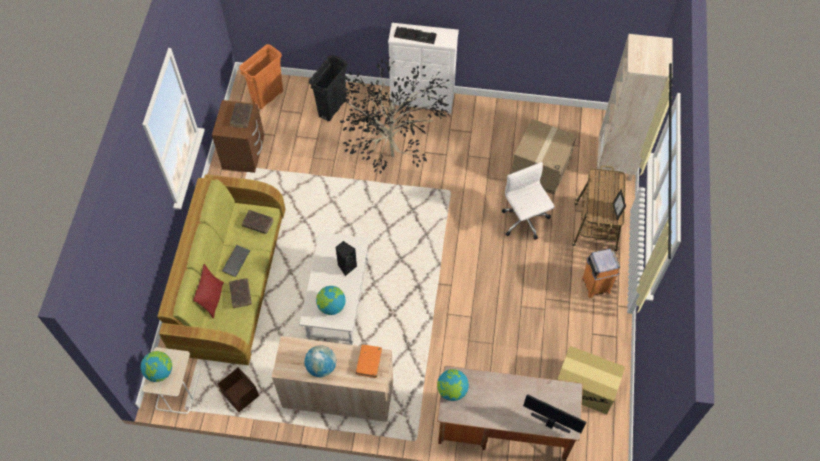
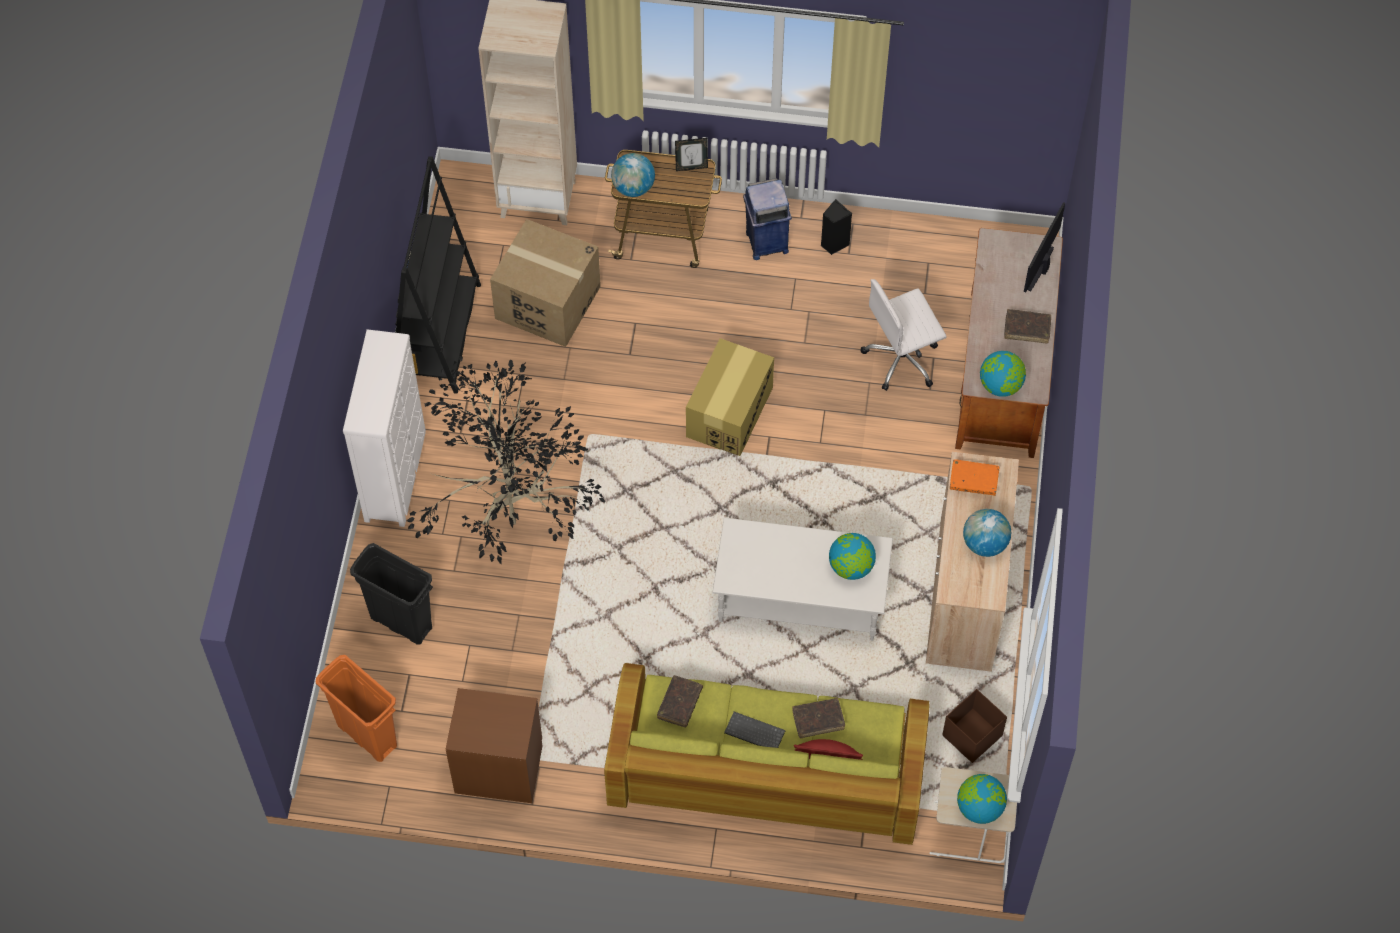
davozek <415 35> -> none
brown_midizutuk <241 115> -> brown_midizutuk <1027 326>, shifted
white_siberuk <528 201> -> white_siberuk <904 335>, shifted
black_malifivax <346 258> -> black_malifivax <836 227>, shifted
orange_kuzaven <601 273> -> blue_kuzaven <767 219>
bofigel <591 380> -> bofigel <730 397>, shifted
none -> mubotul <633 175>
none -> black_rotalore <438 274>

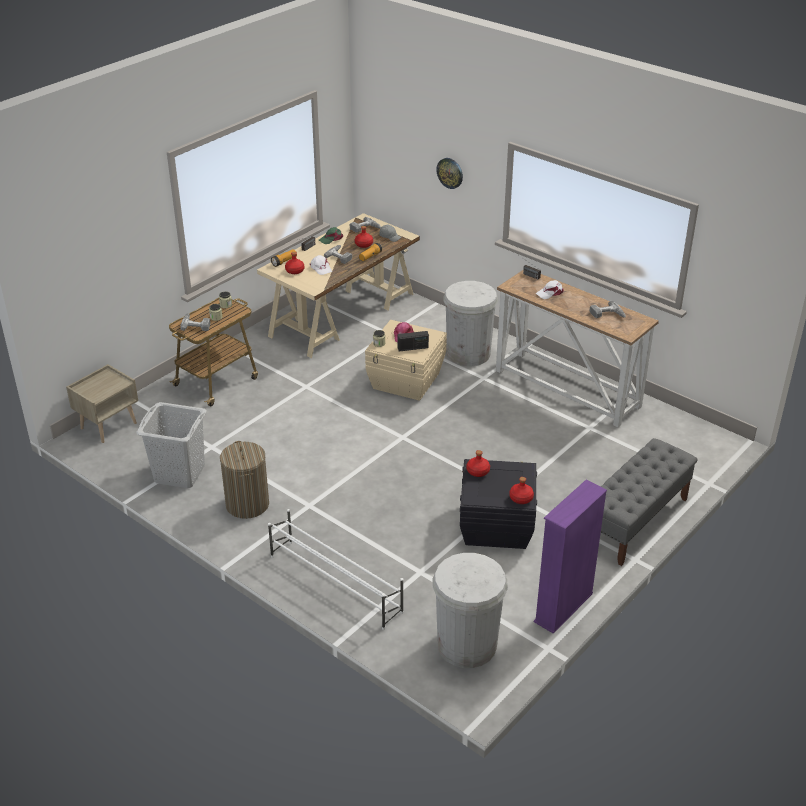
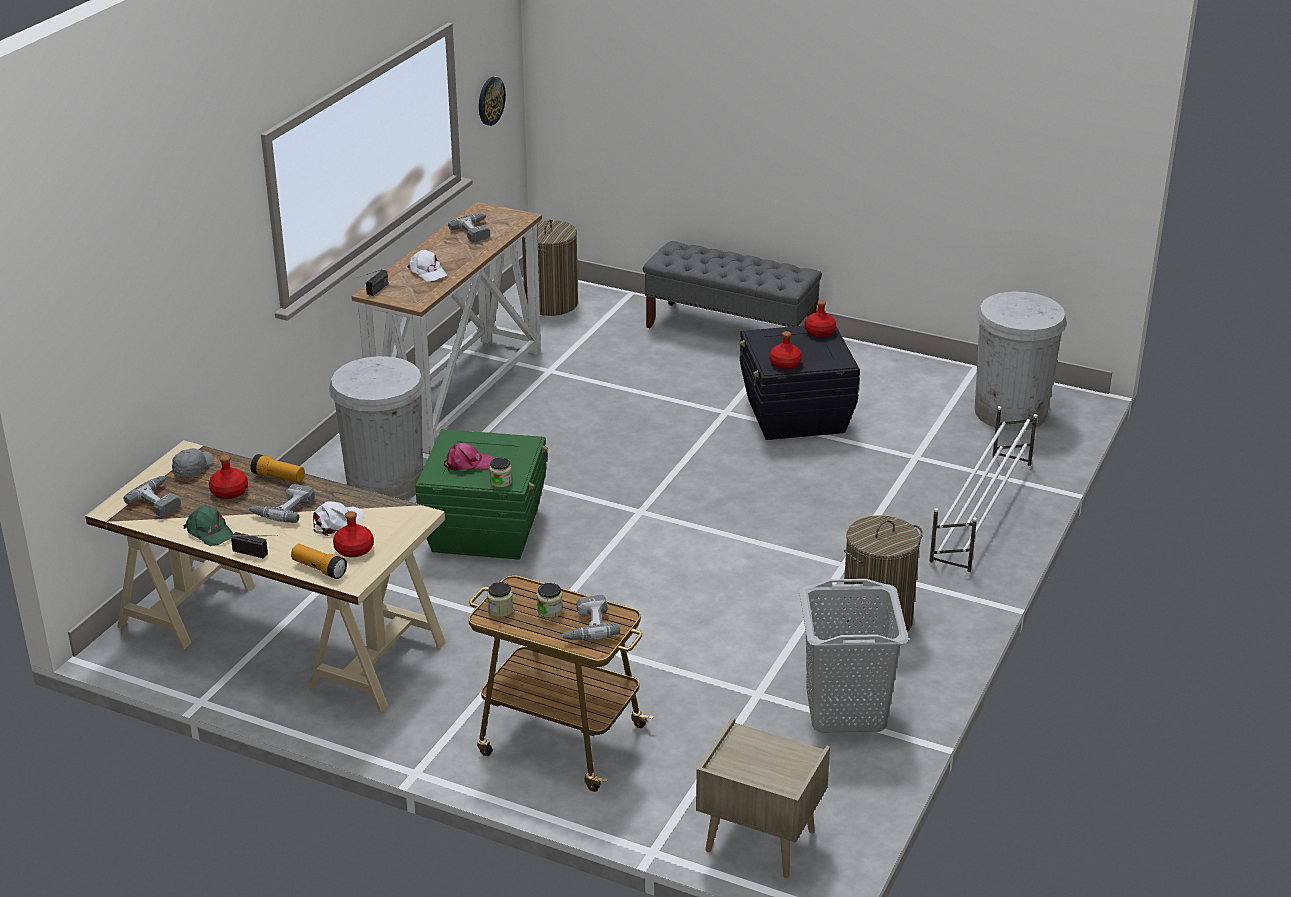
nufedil <449 173> -> nufedil <492 101>, shifted
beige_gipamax <406 360> -> green_gipamax <481 494>
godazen <413 341> -> none
purple_rotalore <570 557> -> none
none -> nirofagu <550 267>

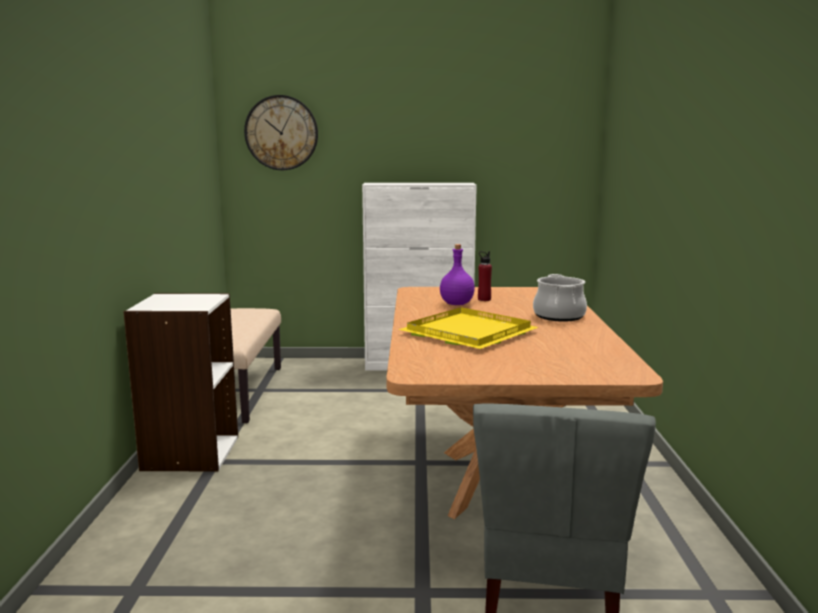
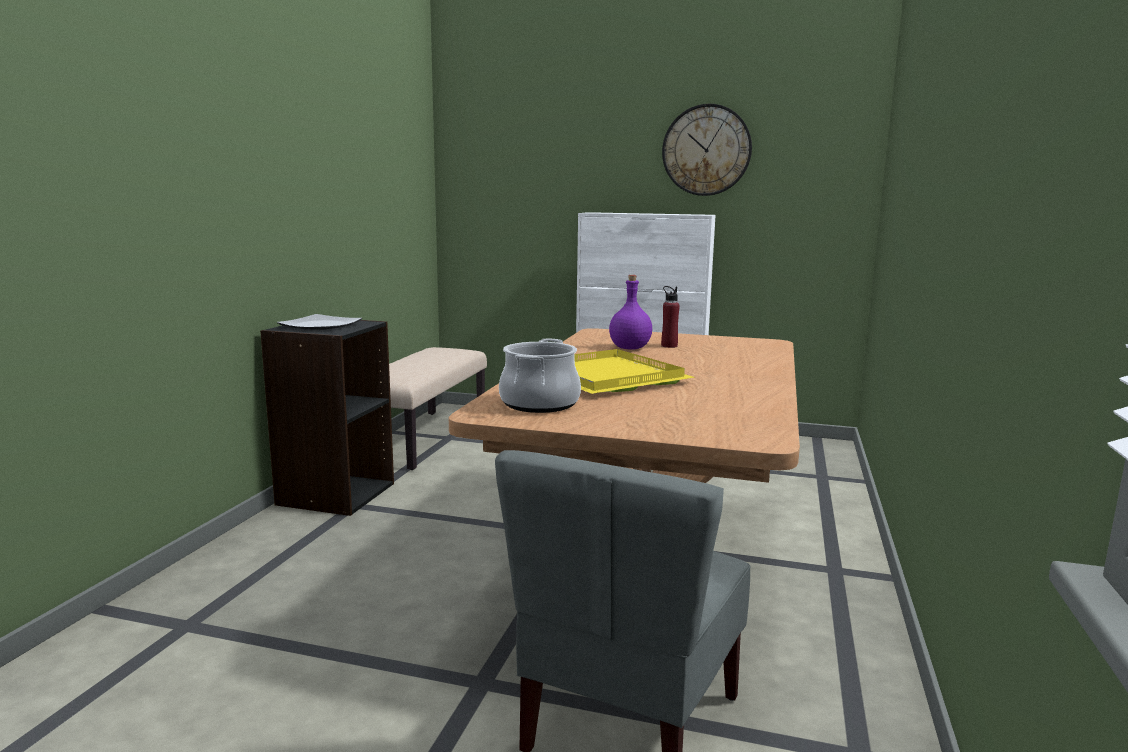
nufedil <281 132> -> nufedil <707 150>, shifted
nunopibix <560 298> -> nunopibix <540 376>, shifted
white_rotalore <181 382> -> black_rotalore <327 418>
none -> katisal <319 322>

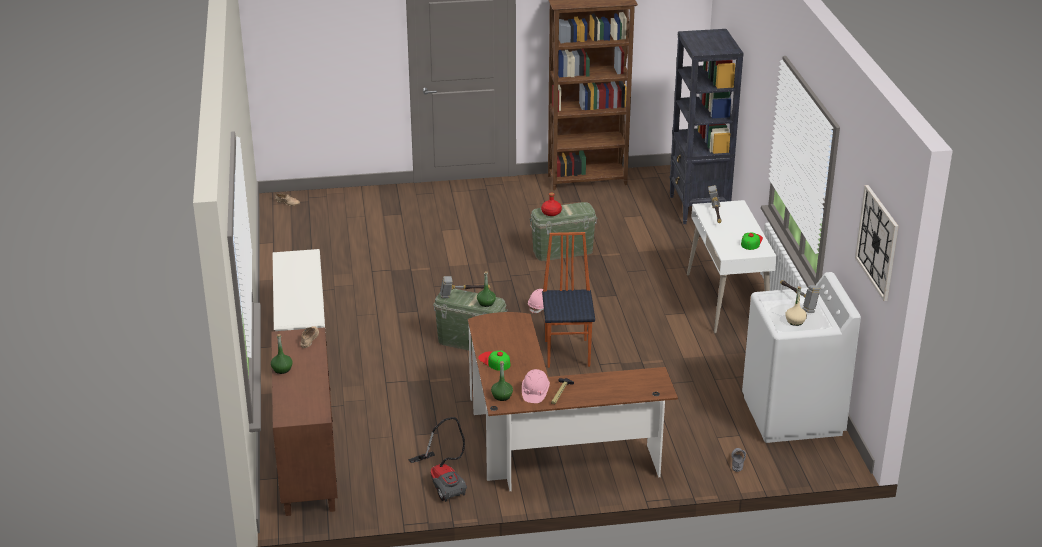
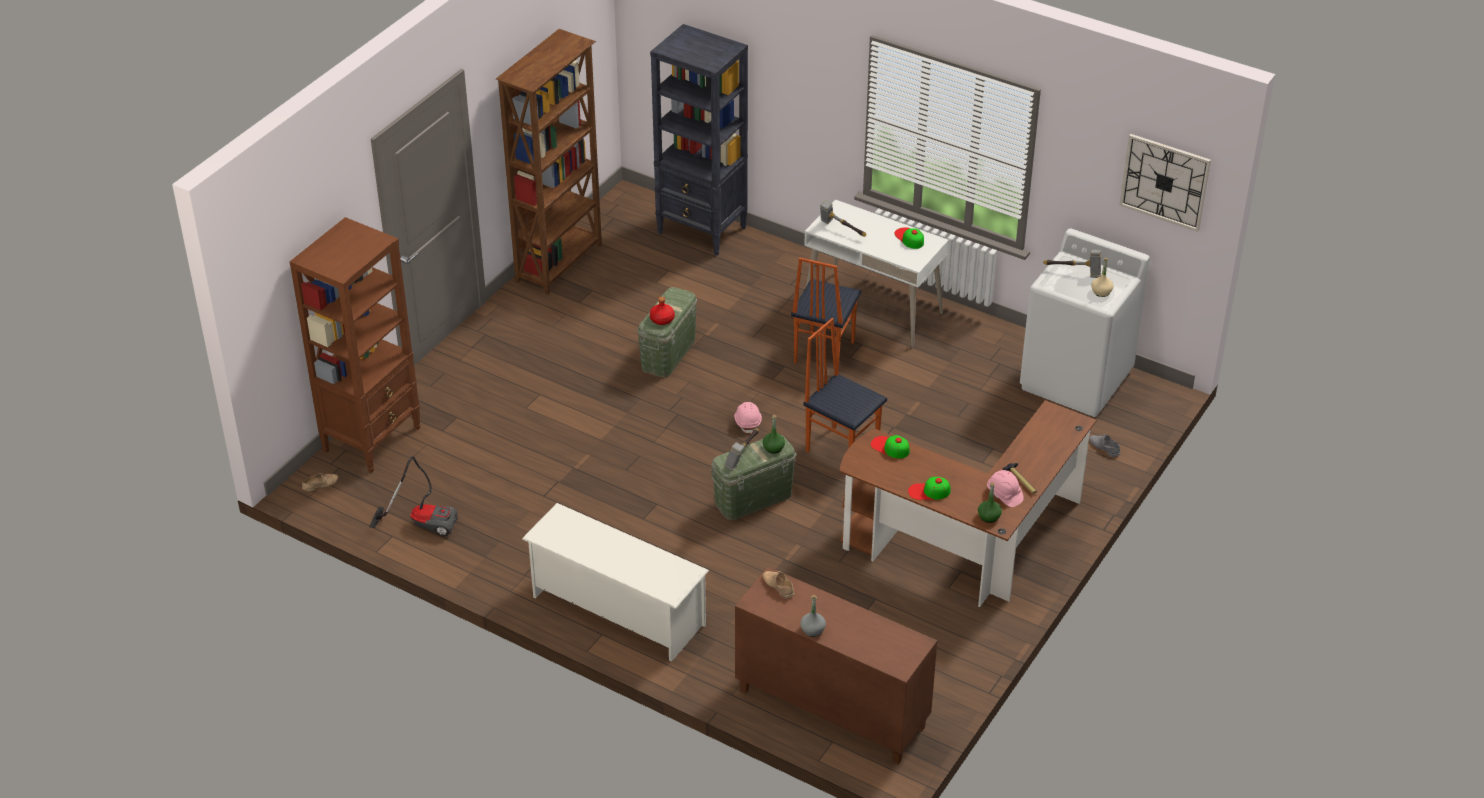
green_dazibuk <282 354> -> grey_dazibuk <813 616>
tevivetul <437 459> -> tevivetul <413 496>, shifted
none -> brown_rotalore <355 345>
none -> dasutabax <826 313>
none -> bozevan <890 446>

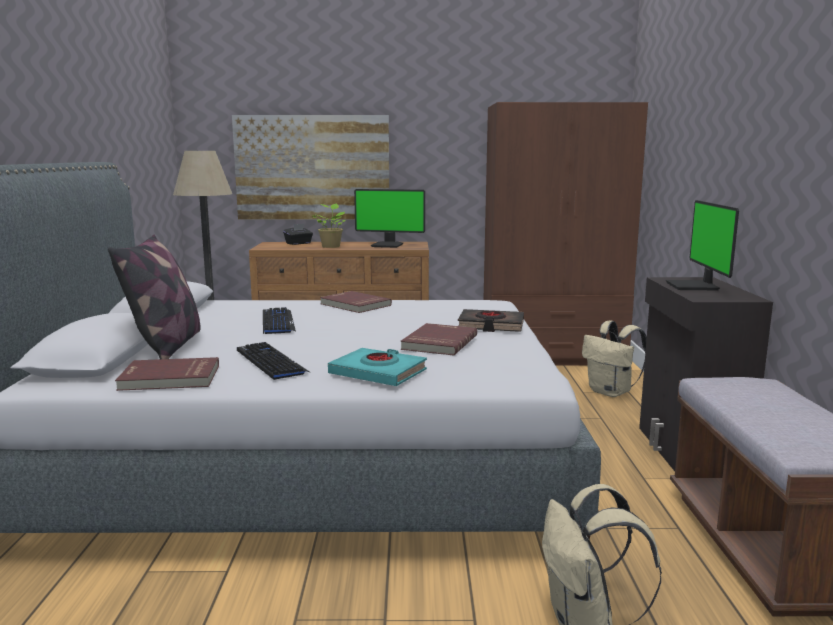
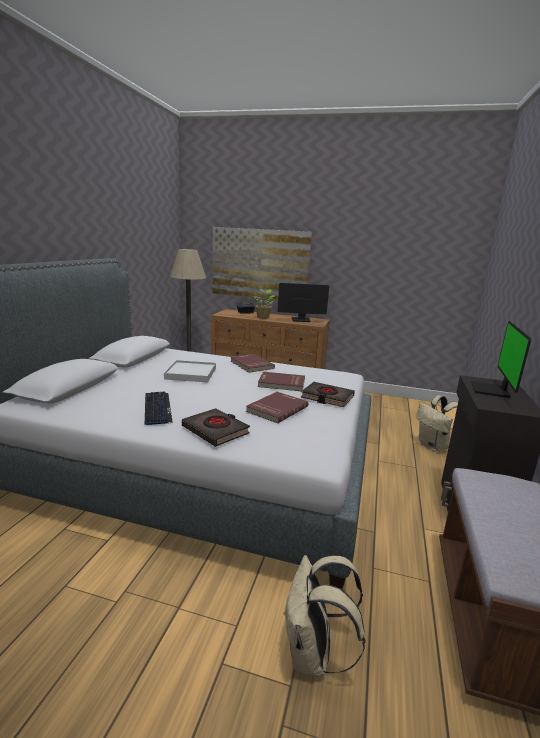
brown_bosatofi <565 234> -> none
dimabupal <389 218> -> dimabupal <303 302>, 150 degrees clockwise
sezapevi <154 297> -> none
davozek <279 320> -> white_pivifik <190 371>
turquoise_midizutuk <377 367> -> black_midizutuk <216 427>
red_midizutuk <167 374> -> red_midizutuk <281 381>, shifted

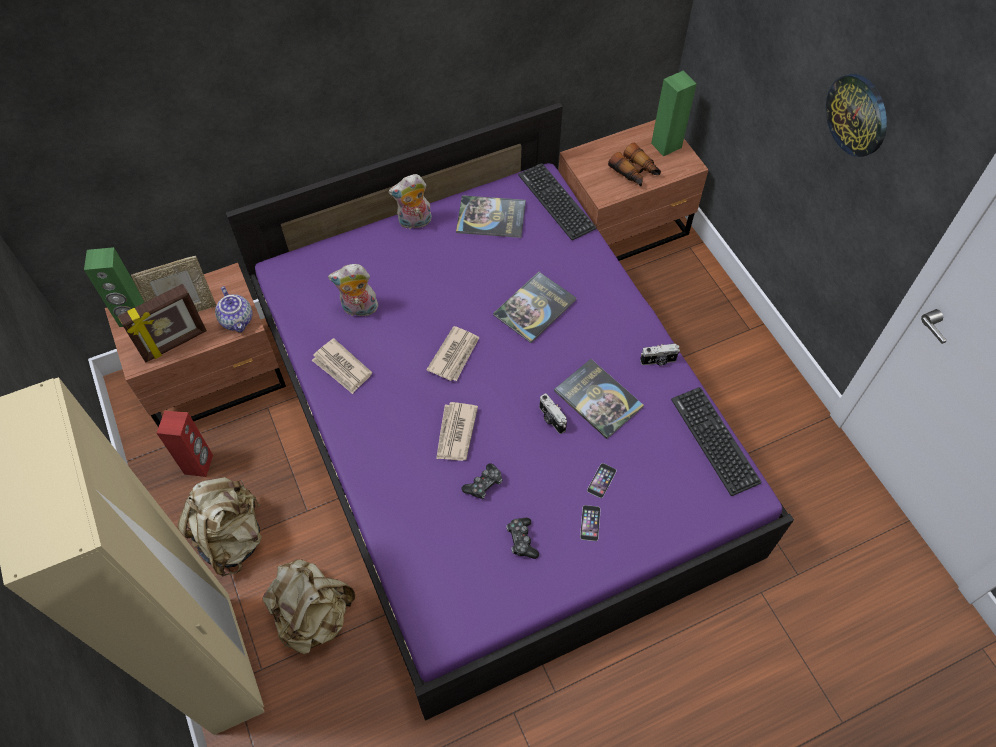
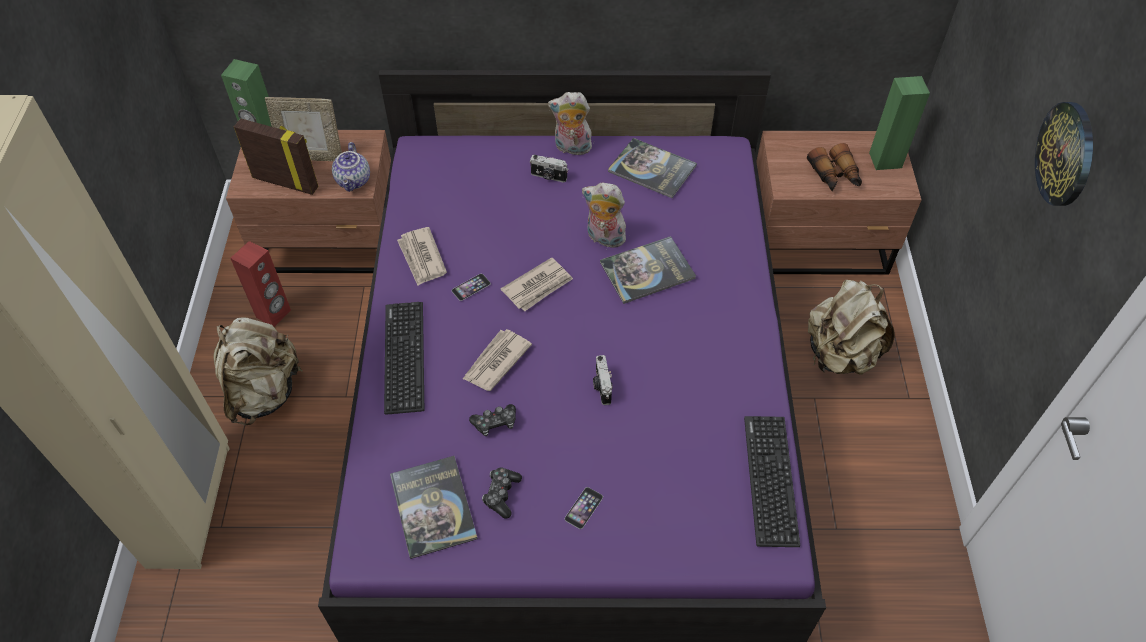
davozek <557 201> -> davozek <404 358>, shifted
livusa <353 290> -> livusa <605 215>, shifted
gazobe <162 323> -> gazobe <276 156>, 150 degrees counterclockwise
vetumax <660 354> -> vetumax <549 169>, shifted
midizutuk <599 399> -> midizutuk <434 507>, shifted
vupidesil <602 480> -> vupidesil <471 287>, shifted
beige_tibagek <309 606> -> beige_tibagek <851 327>, shifted

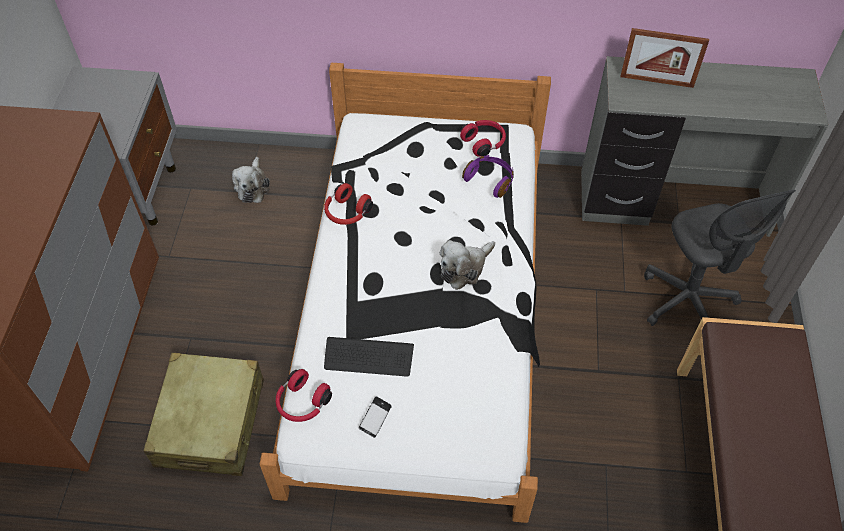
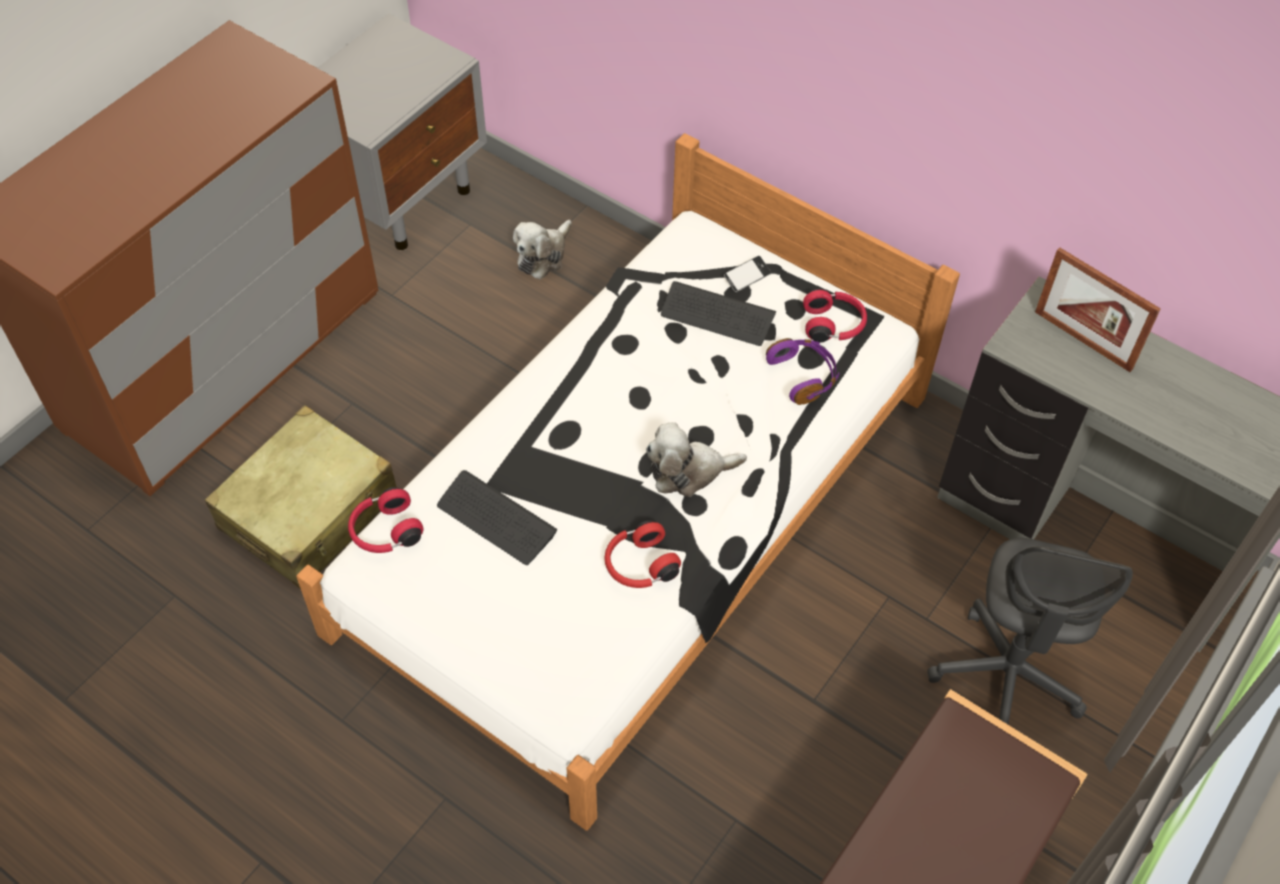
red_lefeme <348 204> -> red_lefeme <643 554>, shifted
vupidesil <375 417> -> vupidesil <747 274>, shifted
none -> davozek <718 313>

